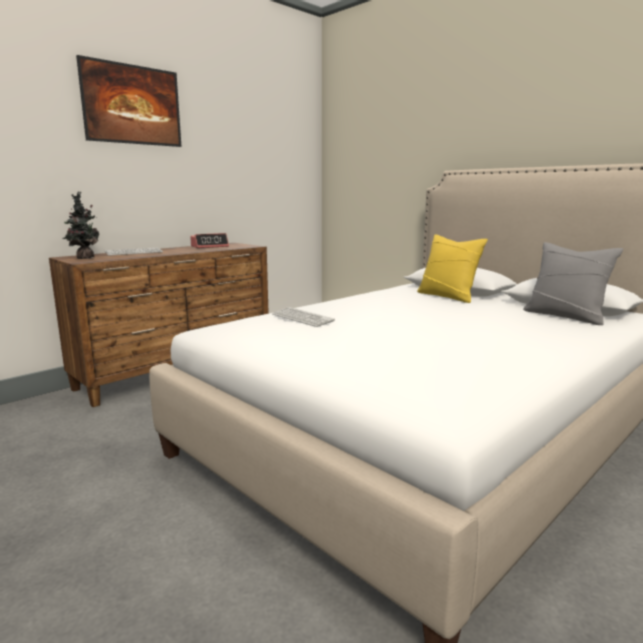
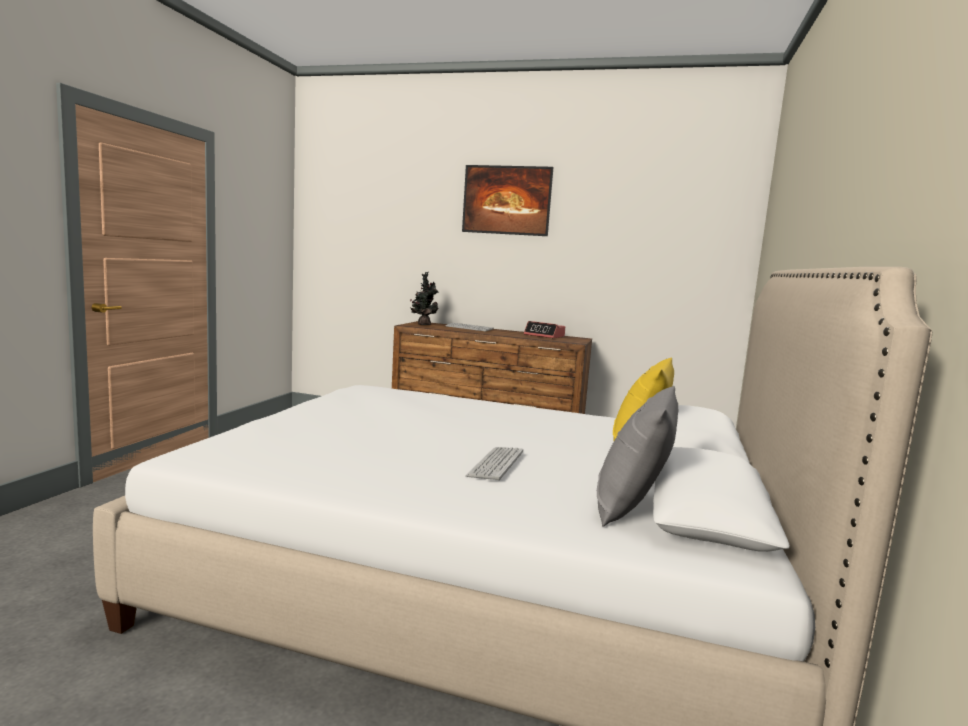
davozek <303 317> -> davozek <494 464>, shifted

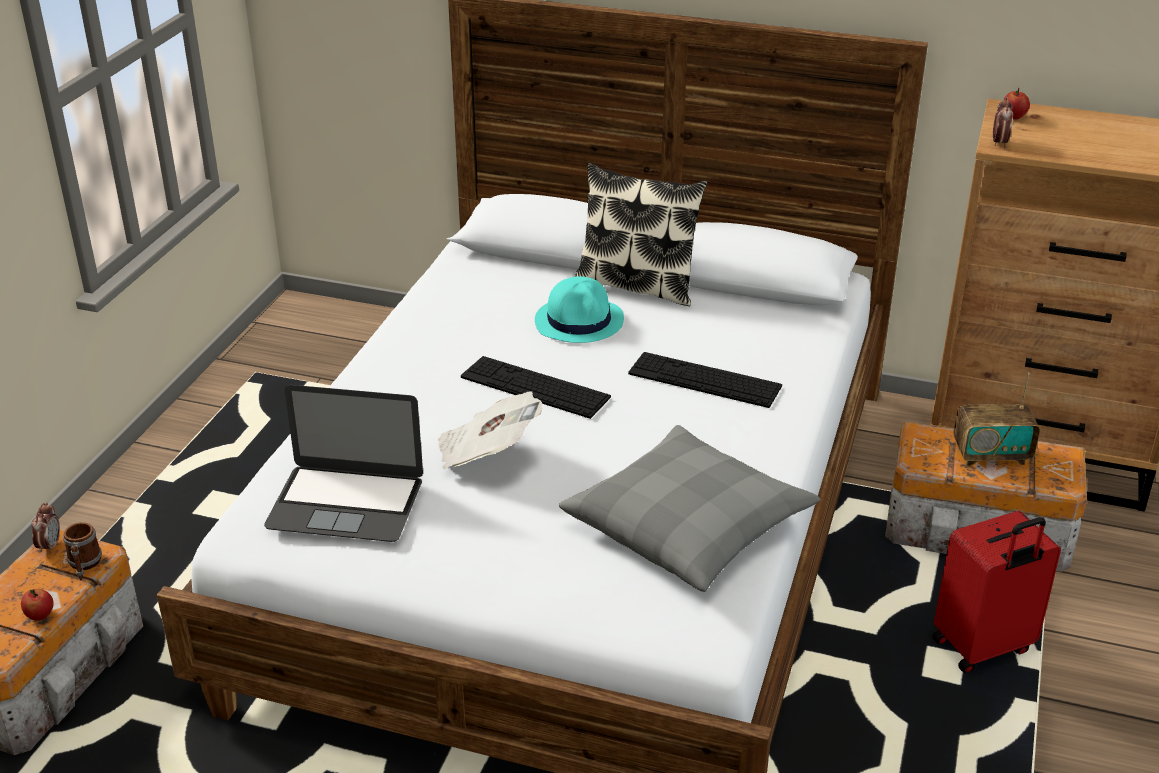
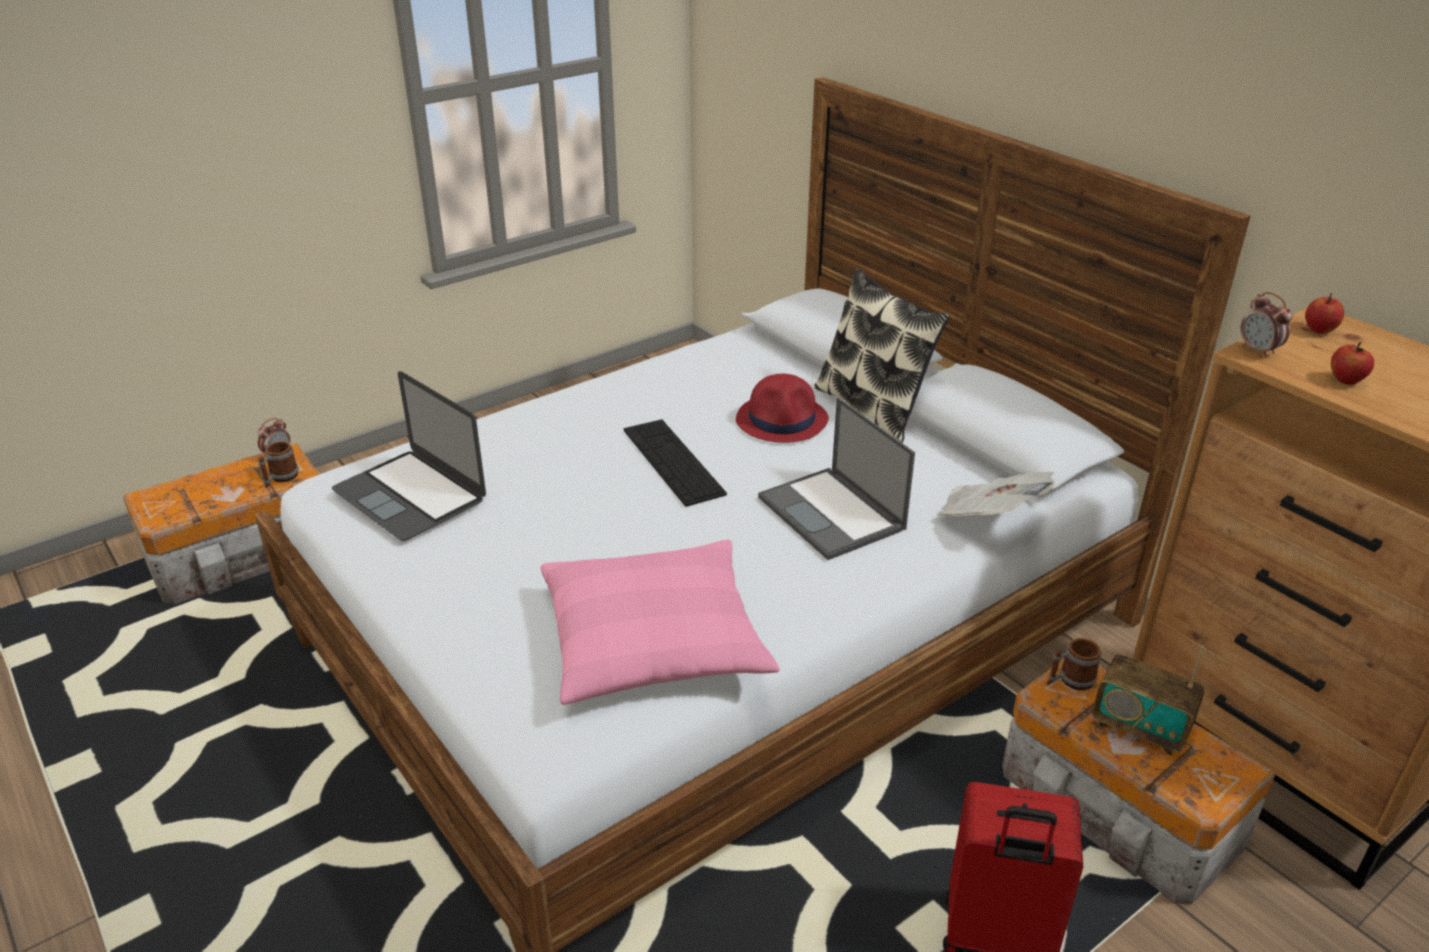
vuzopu <1003 122> -> vuzopu <1266 325>, 105 degrees clockwise
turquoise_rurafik <579 309> -> red_rurafik <782 408>
davozek <705 380> -> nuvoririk <836 478>
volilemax <490 430> -> volilemax <996 494>, shifted
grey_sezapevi <689 508> -> pink_sezapevi <660 622>
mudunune <37 605> -> mudunune <1352 363>, shifted
none -> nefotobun <1074 664>

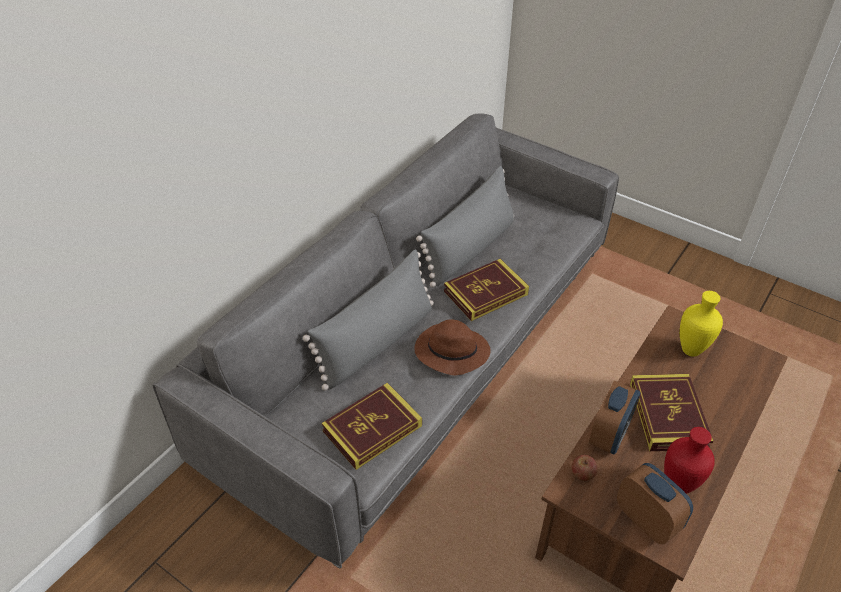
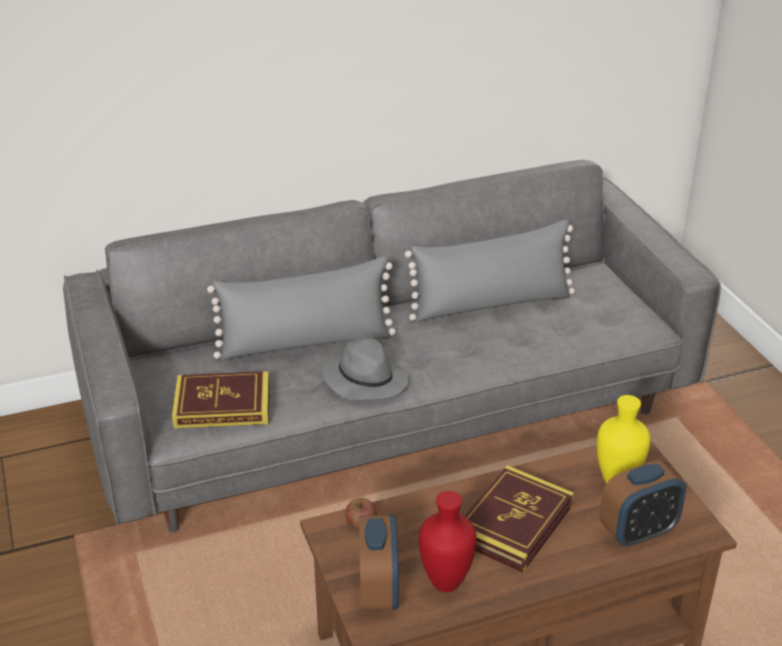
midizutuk <486 290> -> none
brown_rurafik <452 347> -> grey_rurafik <365 369>
vuzopu <614 417> -> vuzopu <642 504>, shifted

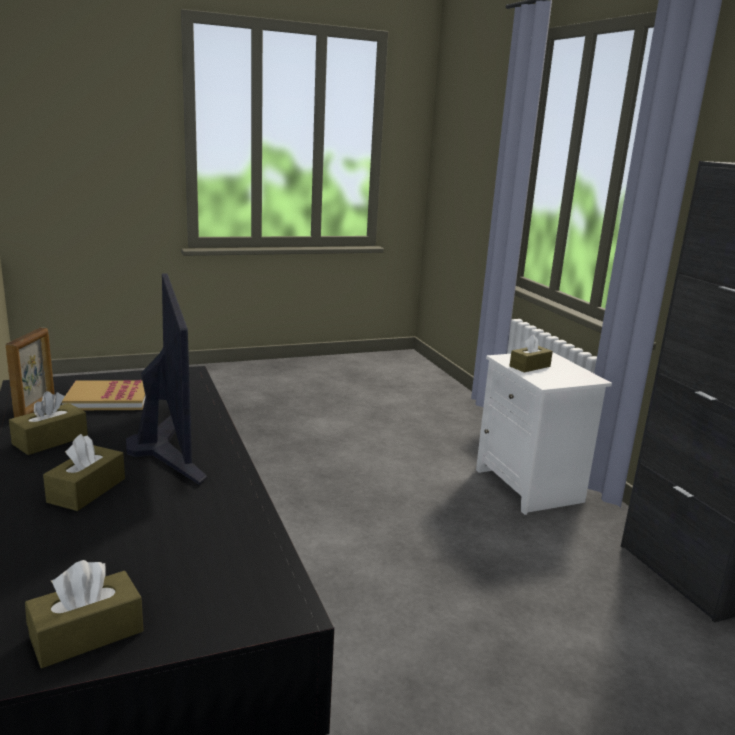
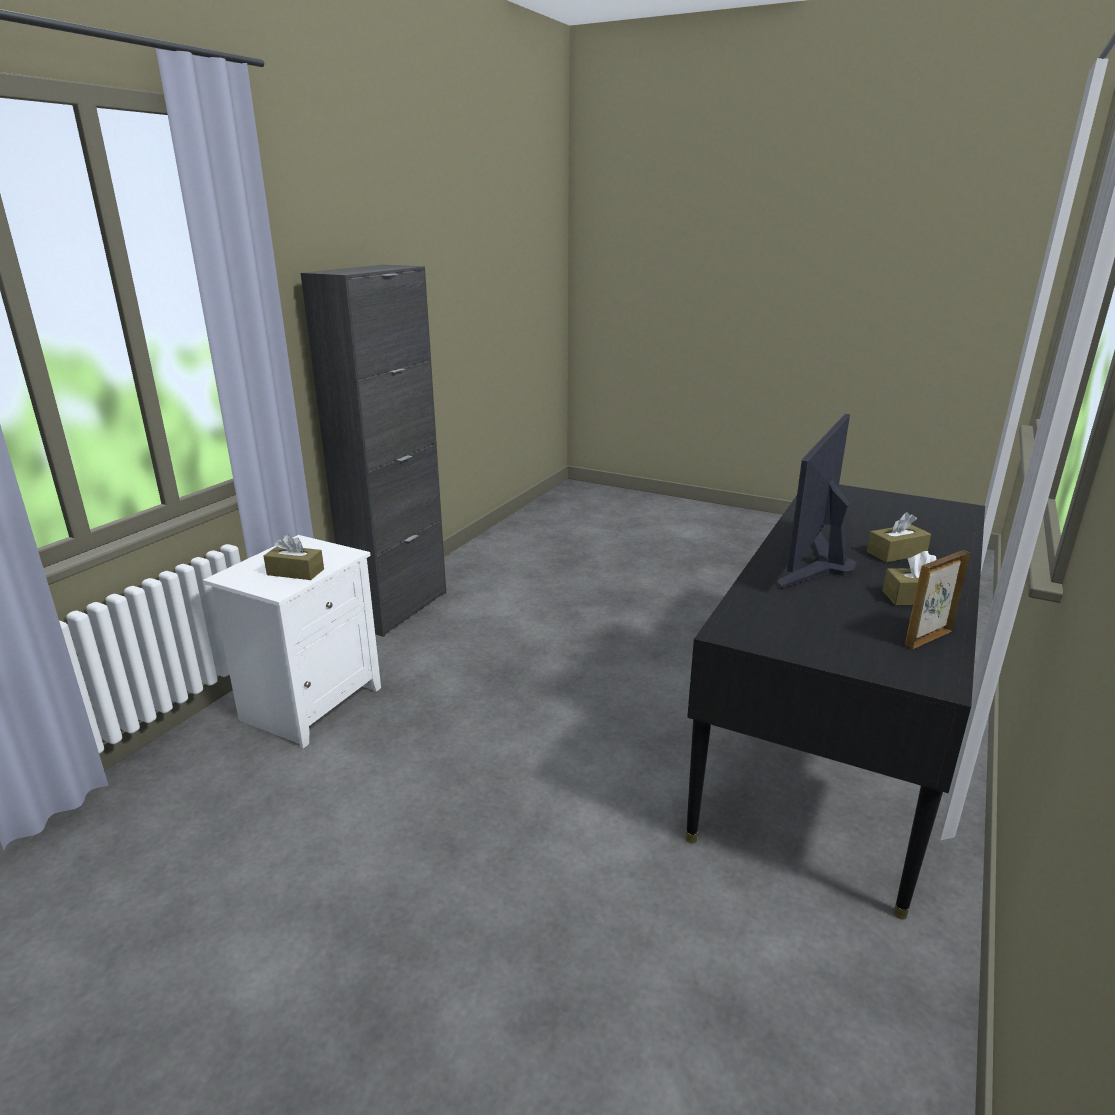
midizutuk <104 395> -> none
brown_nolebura <84 614> -> none

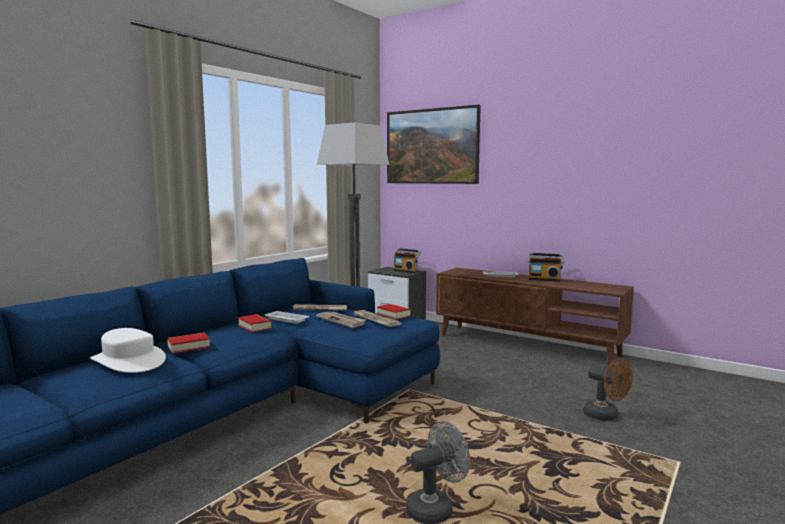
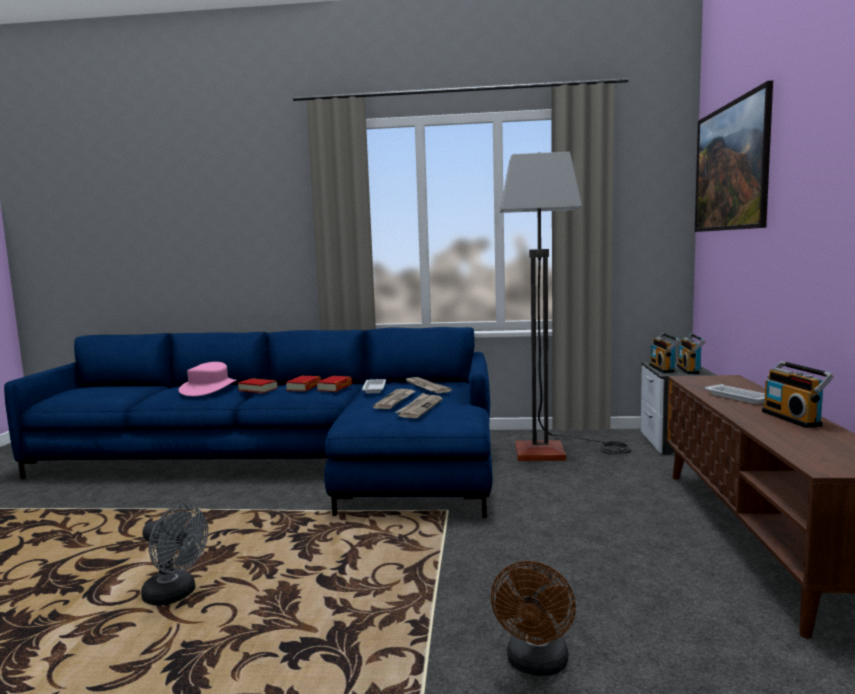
midizutuk <394 312> -> midizutuk <303 384>, shifted
white_rurafik <128 350> -> pink_rurafik <208 379>
none -> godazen <664 353>

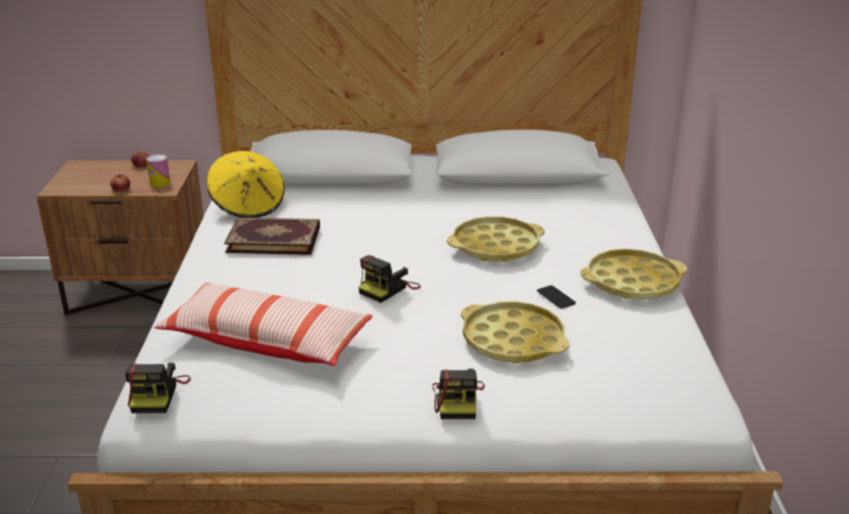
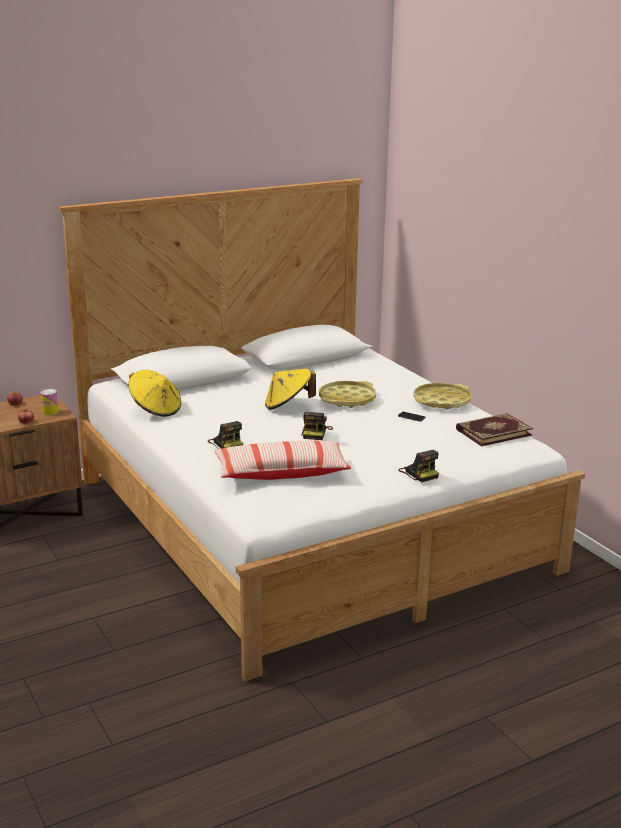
midizutuk <272 236> -> midizutuk <494 430>, shifted
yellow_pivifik <515 332> -> none
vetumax <158 388> -> vetumax <225 435>, shifted
none -> yellow_rurafik <290 389>

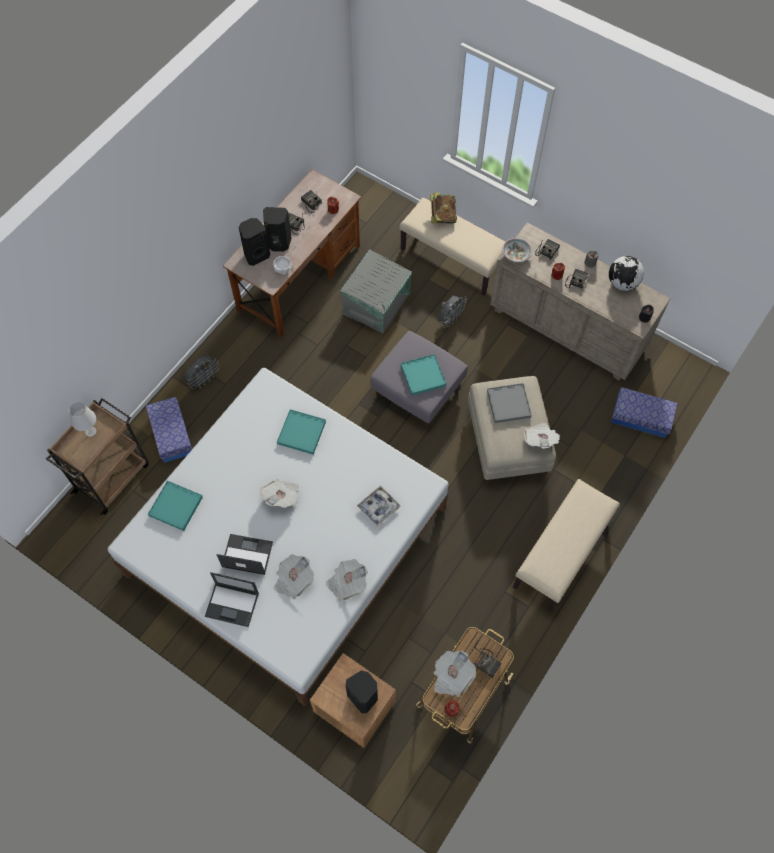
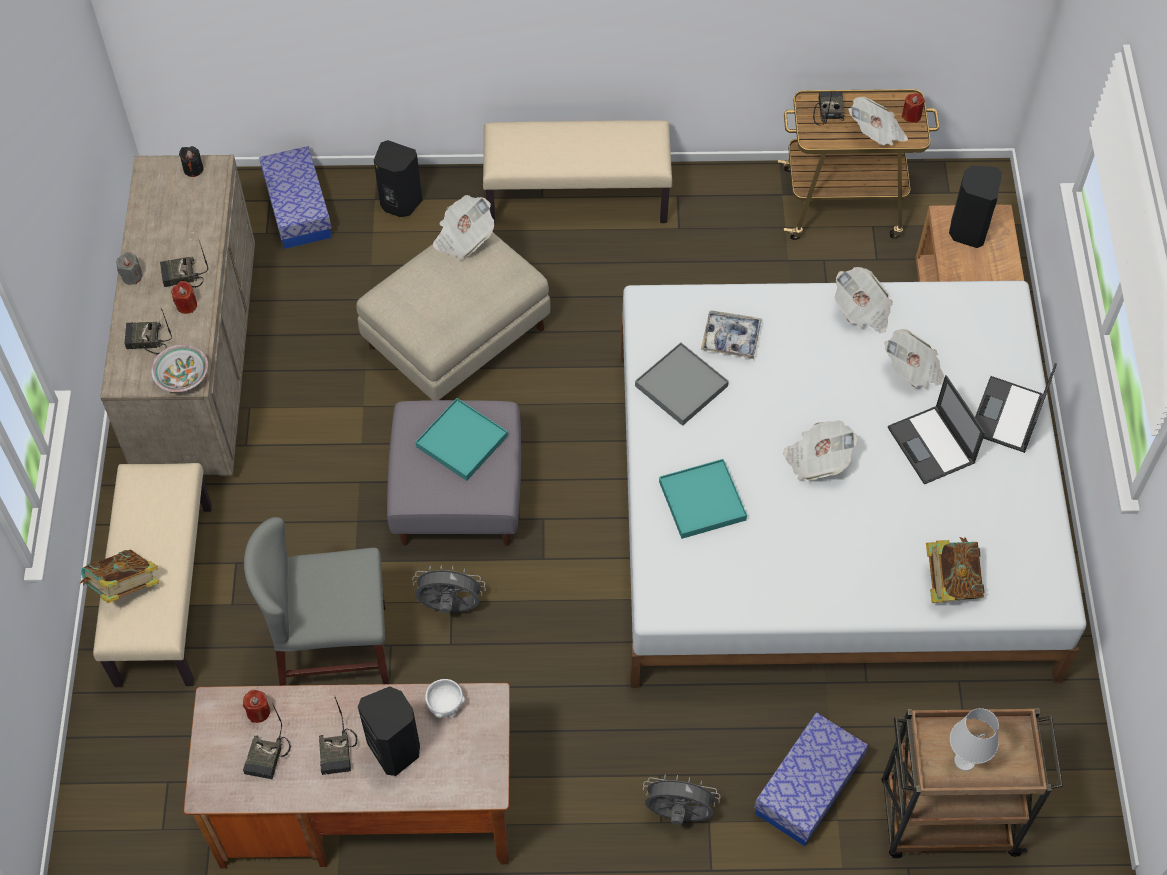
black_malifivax <254 242> -> black_malifivax <398 178>, shifted
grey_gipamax <376 291> -> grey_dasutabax <316 601>
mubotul <626 273> -> none
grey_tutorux <452 311> -> grey_tutorux <449 589>, shifted
grey_pivifik <509 403> -> grey_pivifik <682 384>, shifted
turquoise_pivifik <175 506> -> midizutuk <955 570>
nuvoririk <232 599> -> nuvoririk <1016 408>, 135 degrees counterclockwise

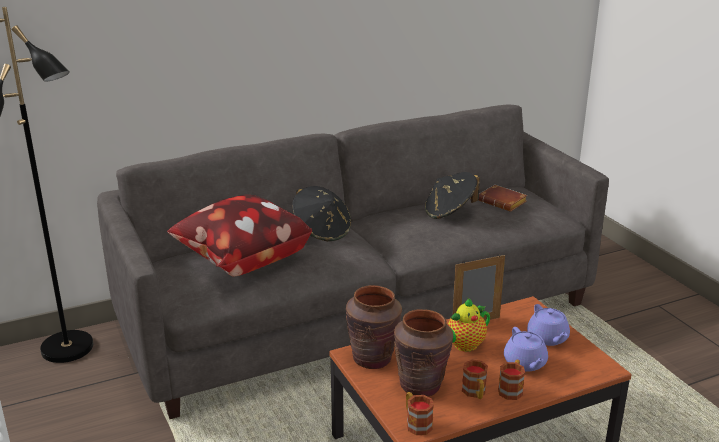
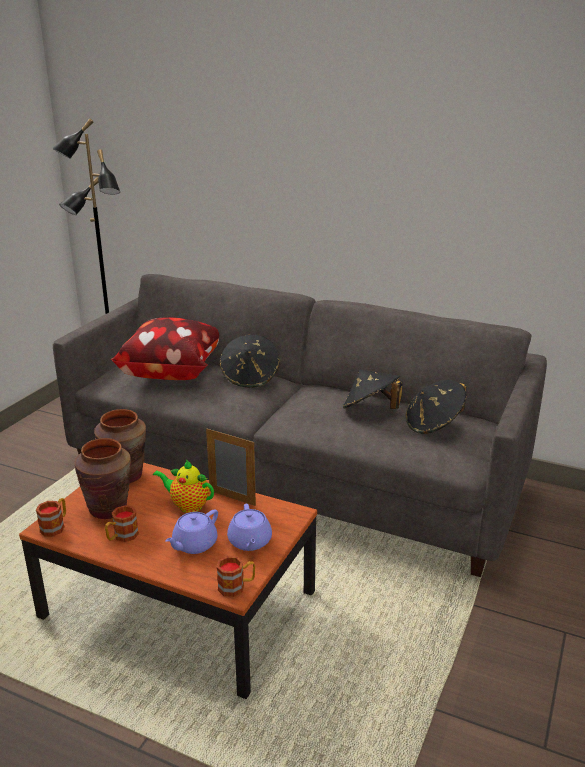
brown_midizutuk <502 198> -> black_rurafik <436 407>
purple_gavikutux <548 325> -> purple_gavikutux <249 527>, 45 degrees counterclockwise
nefotobun <511 380> -> nefotobun <236 576>, shifted

